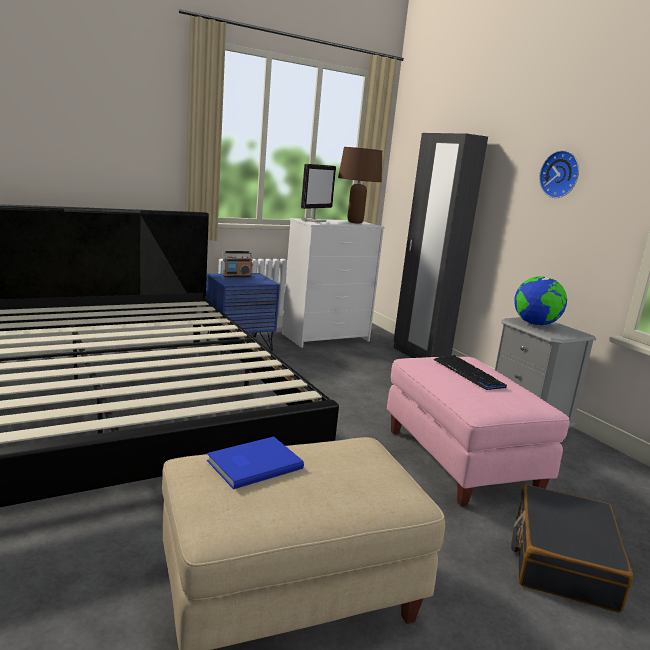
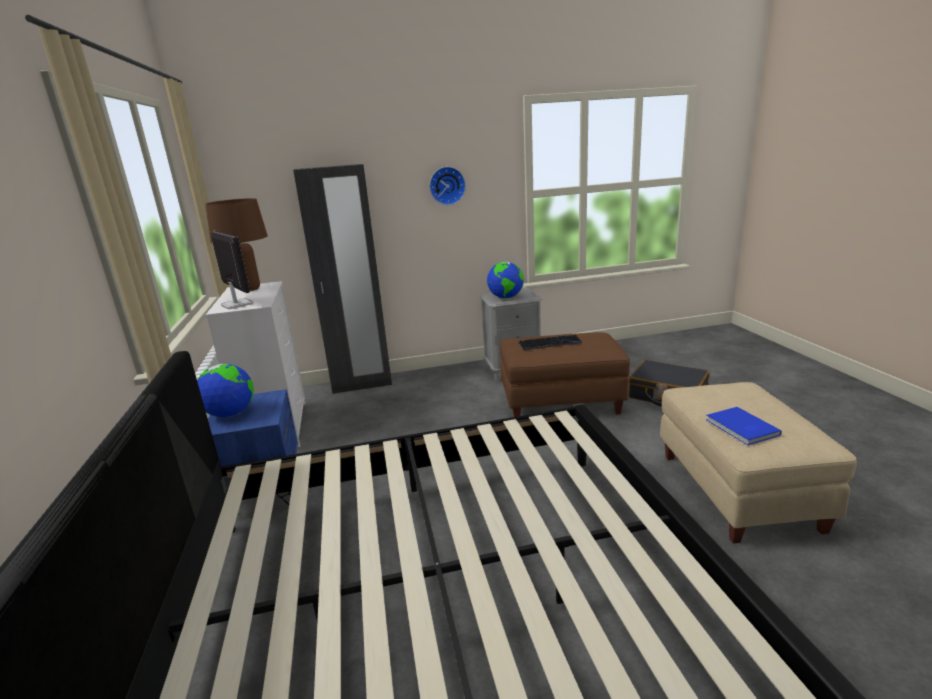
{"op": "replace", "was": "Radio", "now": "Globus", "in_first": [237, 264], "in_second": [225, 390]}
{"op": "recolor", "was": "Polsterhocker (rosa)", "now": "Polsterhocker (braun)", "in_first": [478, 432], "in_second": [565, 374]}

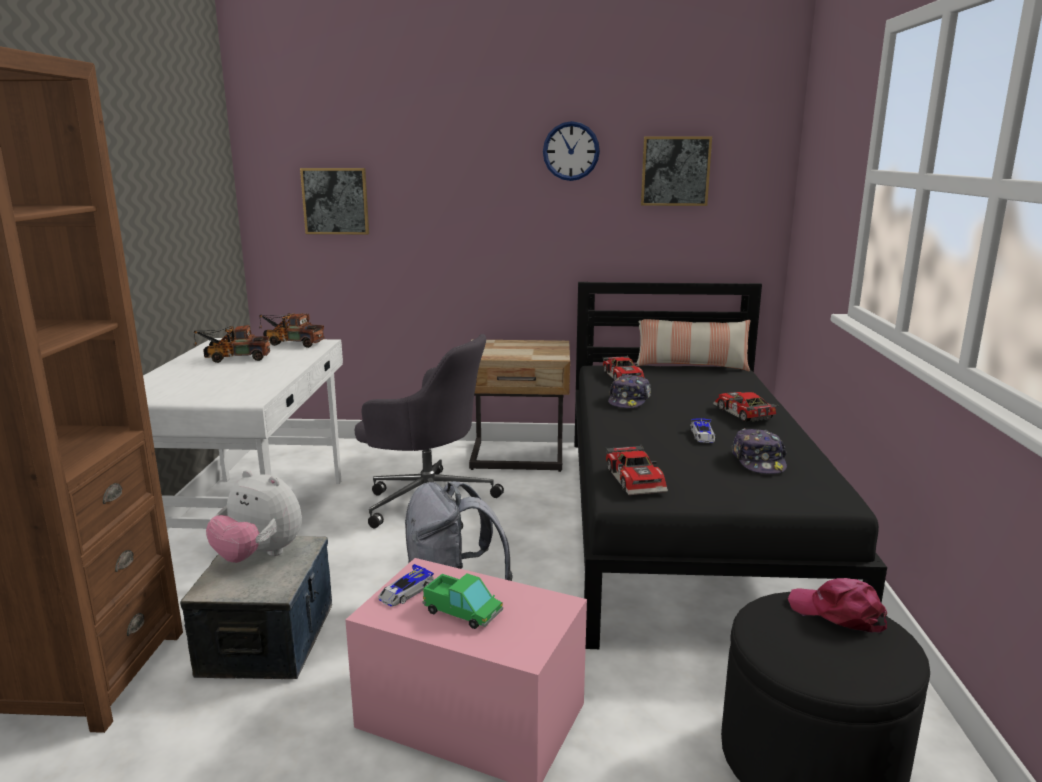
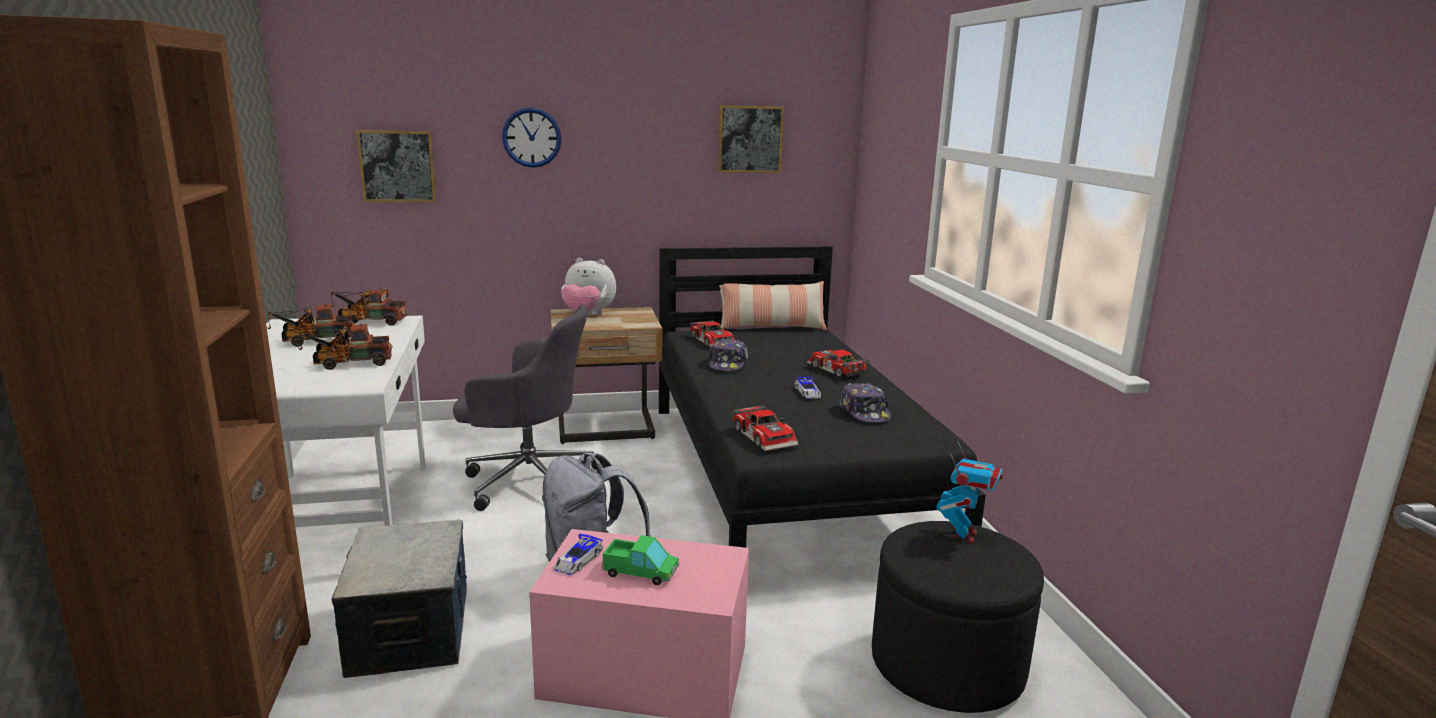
{"op": "insert", "now": "Spielzeuglaster", "in_second": [346, 347]}
{"op": "move", "was": "Plüschtier", "in_first": [254, 516], "in_second": [588, 286]}
{"op": "move", "was": "Wanduhr", "in_first": [571, 151], "in_second": [531, 138]}
{"op": "replace", "was": "Kappe (rosa)", "now": "Spielzeugroboter", "in_first": [837, 605], "in_second": [969, 492]}

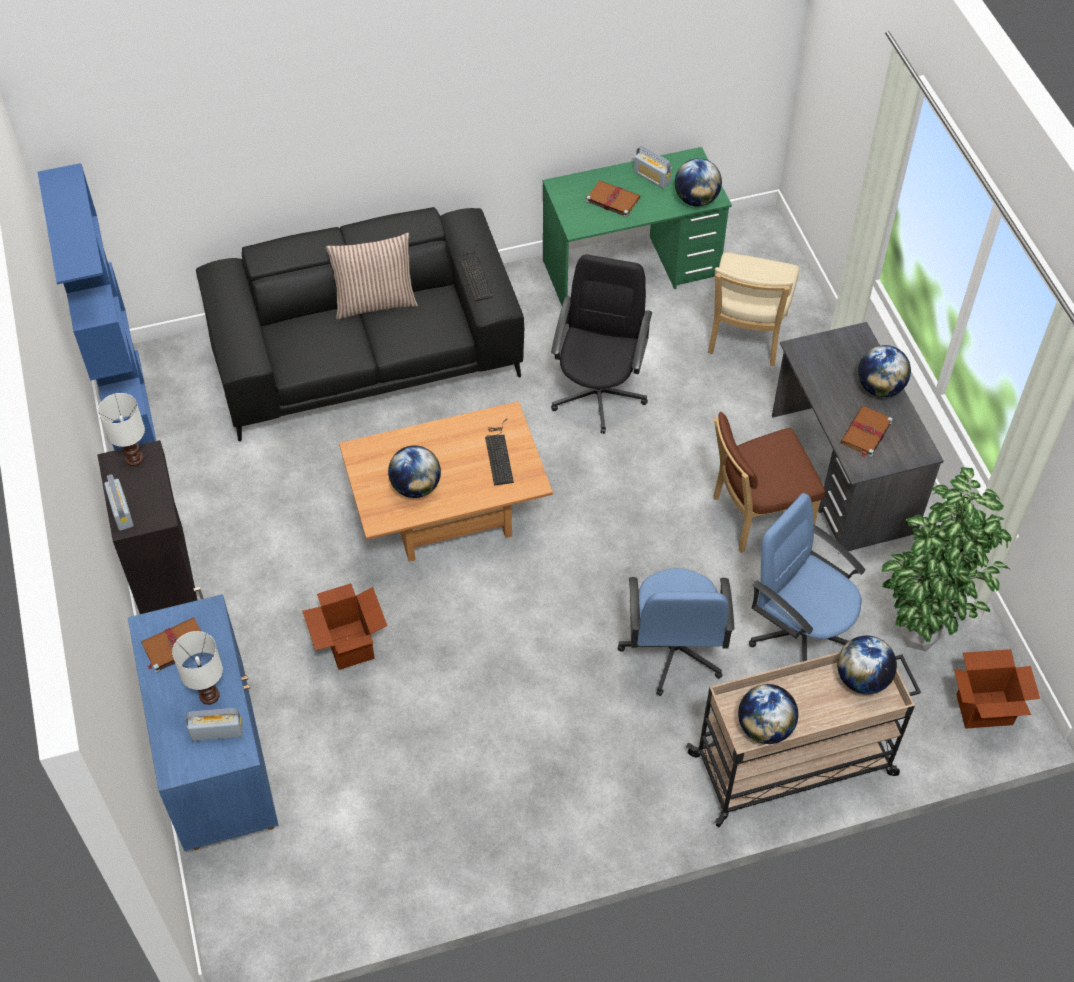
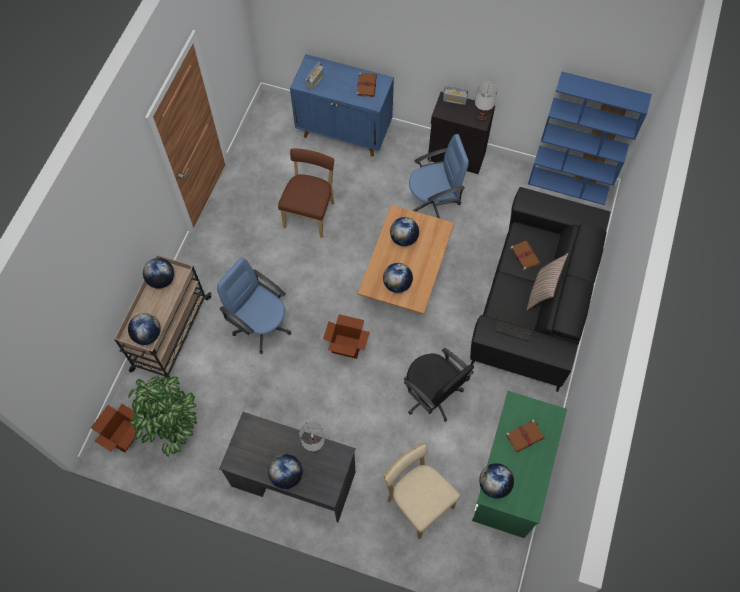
{"op": "delete", "was": "Radio", "in_first": [653, 167]}
{"op": "move", "was": "Tischlampe (weiß)", "in_first": [197, 668], "in_second": [312, 437]}
{"op": "move", "was": "Karton", "in_first": [344, 626], "in_second": [346, 336]}
{"op": "move", "was": "Stuhl (braun)", "in_first": [769, 482], "in_second": [306, 192]}
{"op": "move", "was": "Bürostuhl (blau)", "in_first": [807, 577], "in_second": [439, 176]}
{"op": "move", "was": "Buch (braun)", "in_first": [867, 431], "in_second": [525, 255]}
{"op": "replace", "was": "Tastatur", "now": "Globus", "in_first": [499, 452], "in_second": [398, 278]}

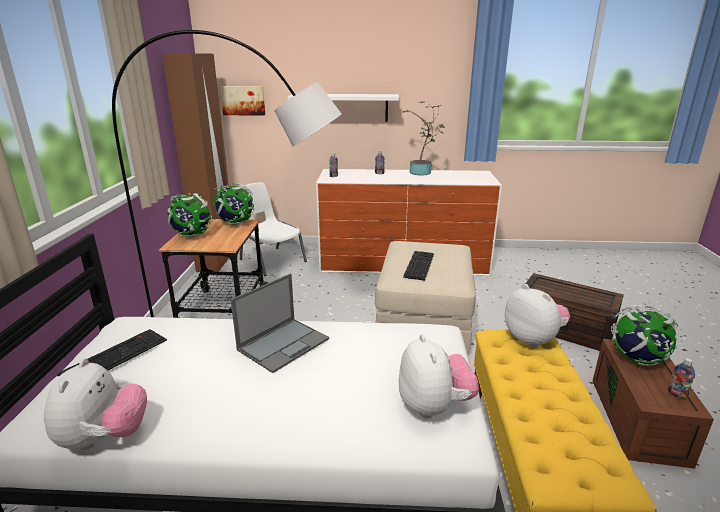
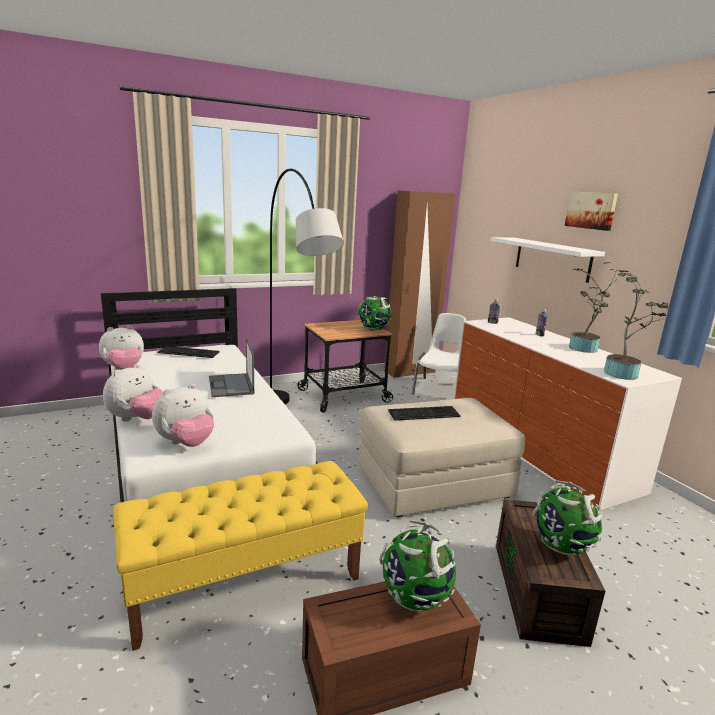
{"op": "delete", "was": "Flasche", "in_first": [681, 378]}
{"op": "insert", "now": "Topfpflanze", "in_second": [636, 326]}
{"op": "move", "was": "Globus", "in_first": [189, 215], "in_second": [567, 518]}
{"op": "move", "was": "Bild", "in_first": [242, 101], "in_second": [591, 211]}
{"op": "move", "was": "Plüschtier", "in_first": [537, 316], "in_second": [133, 393]}
{"op": "rotate", "was": "Laptop", "in_first": [280, 323], "in_second": [231, 367], "clockwise": 60}

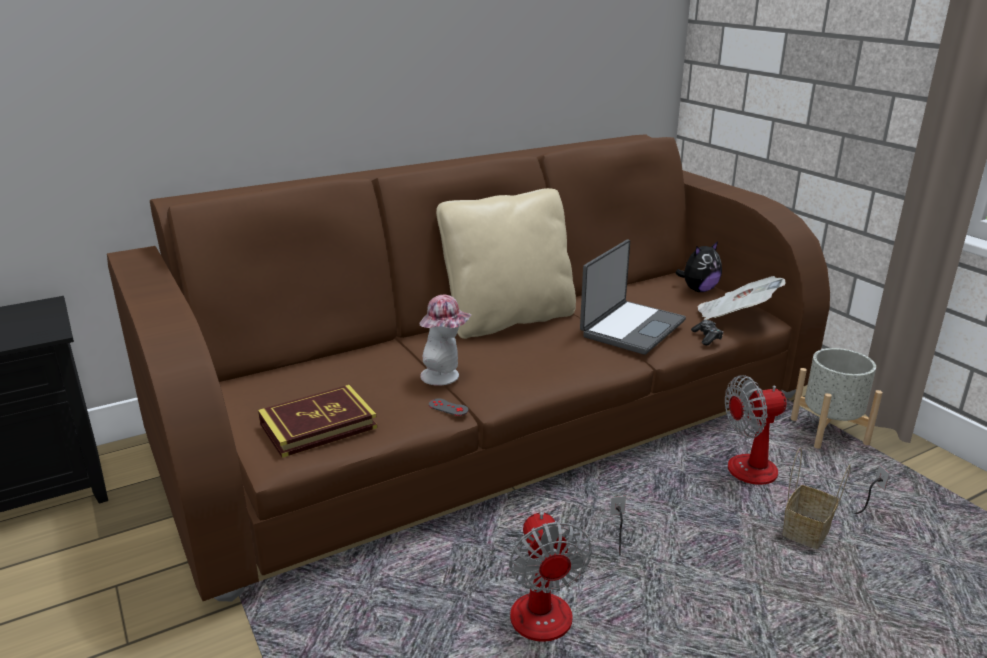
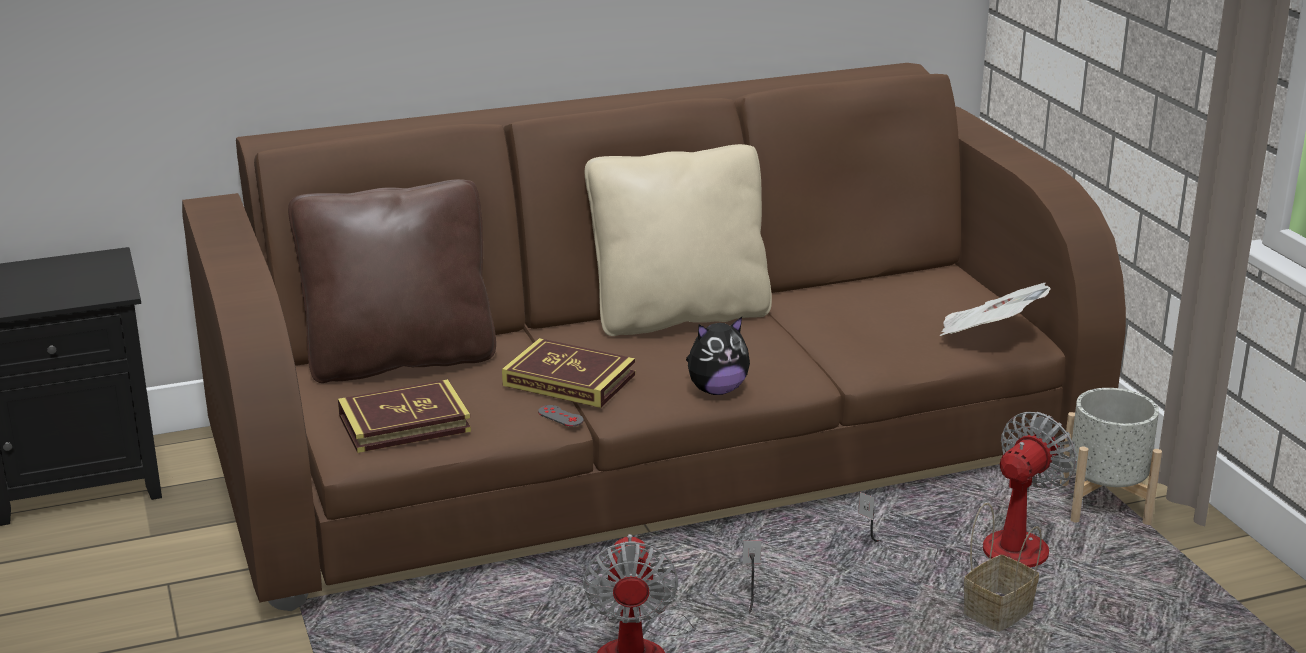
{"op": "delete", "was": "Laptop", "in_first": [633, 297]}
{"op": "delete", "was": "Gamepad", "in_first": [707, 332]}
{"op": "insert", "now": "Kissen (braun)", "in_second": [392, 281]}
{"op": "move", "was": "Plüschtier", "in_first": [699, 266], "in_second": [718, 356]}
{"op": "replace", "was": "Hut", "now": "Buch", "in_first": [446, 340], "in_second": [568, 373]}
{"op": "rotate", "was": "Ventilator", "in_first": [807, 444], "in_second": [967, 490], "clockwise": 135}

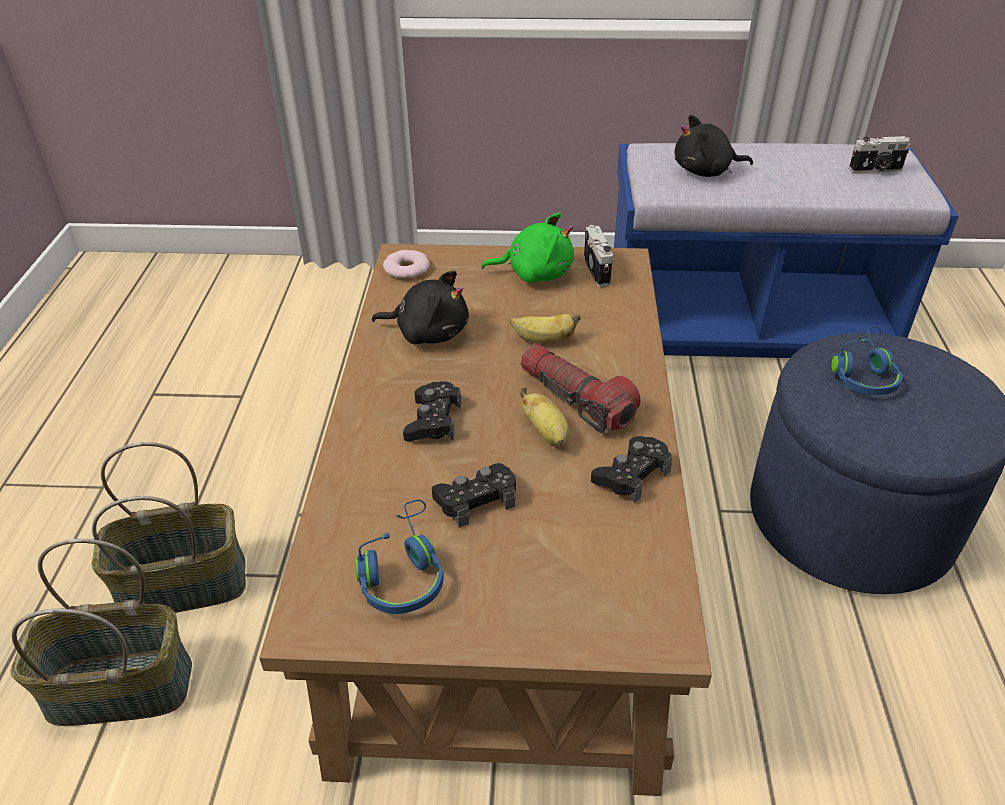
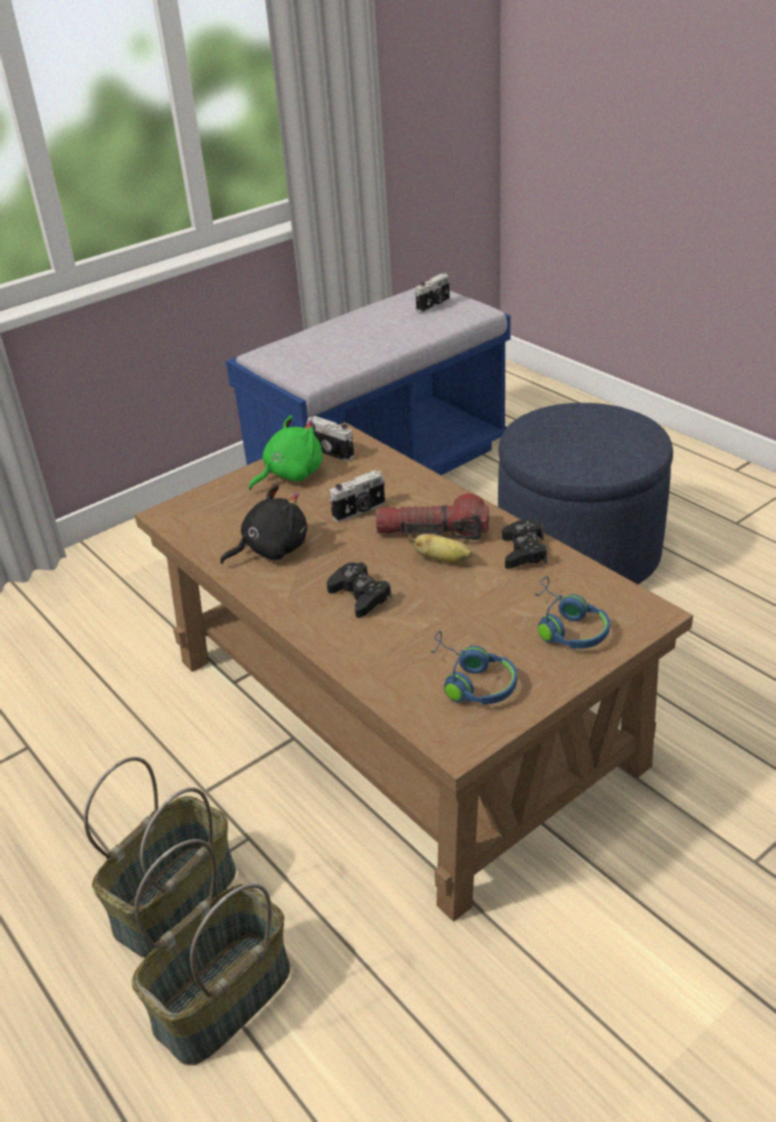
{"op": "delete", "was": "Donut", "in_first": [406, 264]}
{"op": "delete", "was": "Gamepad (schwarz)", "in_first": [474, 495]}
{"op": "delete", "was": "Plüschtier (schwarz)", "in_first": [714, 146]}
{"op": "move", "was": "Kopfhörer (blau)", "in_first": [867, 361], "in_second": [572, 612]}
{"op": "replace", "was": "Banane", "now": "Kamera", "in_first": [545, 328], "in_second": [357, 496]}

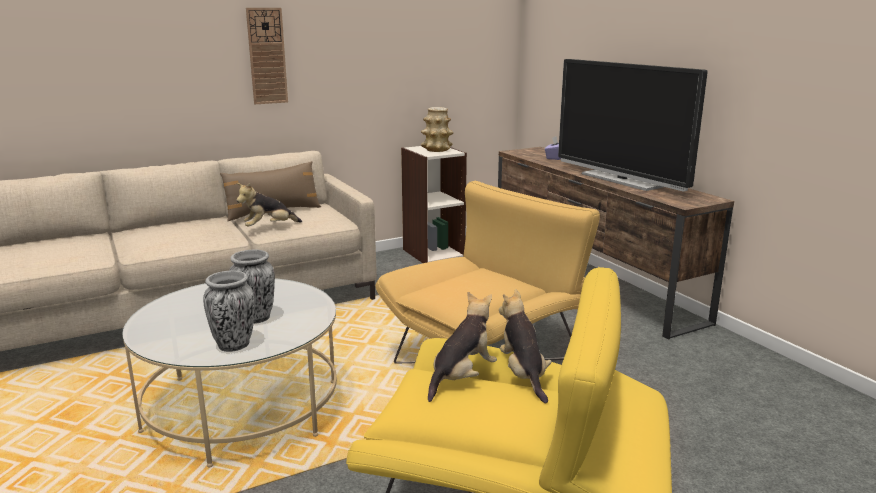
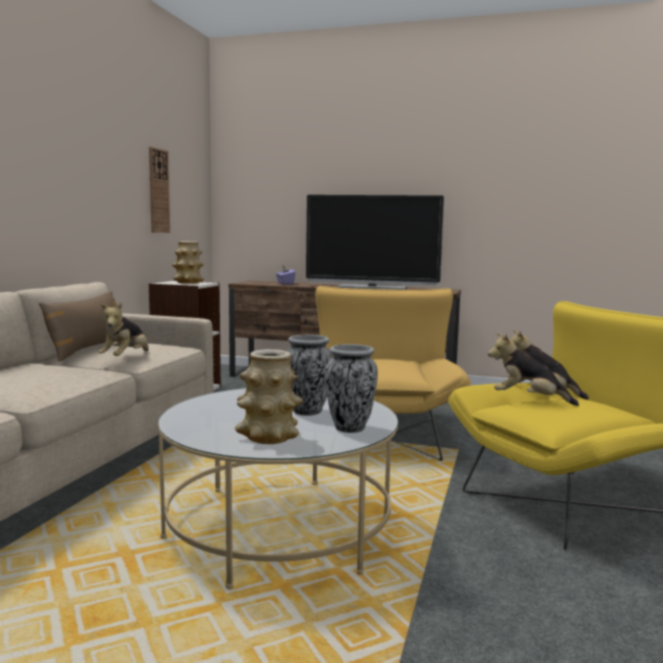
{"op": "insert", "now": "Vase", "in_second": [269, 396]}
{"op": "move", "was": "Wanduhr", "in_first": [267, 56], "in_second": [159, 190]}
{"op": "rotate", "was": "Plüschtier", "in_first": [462, 347], "in_second": [533, 369], "clockwise": -60}

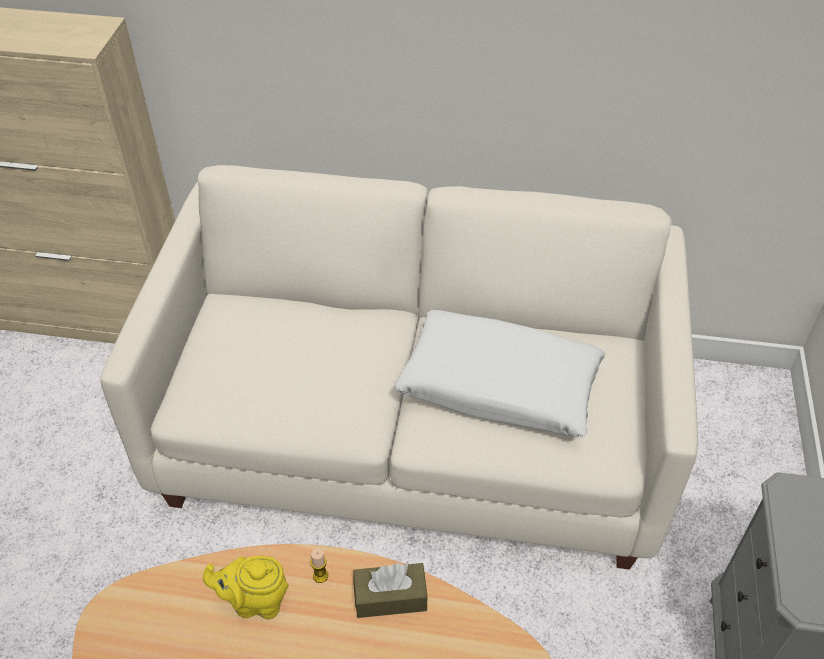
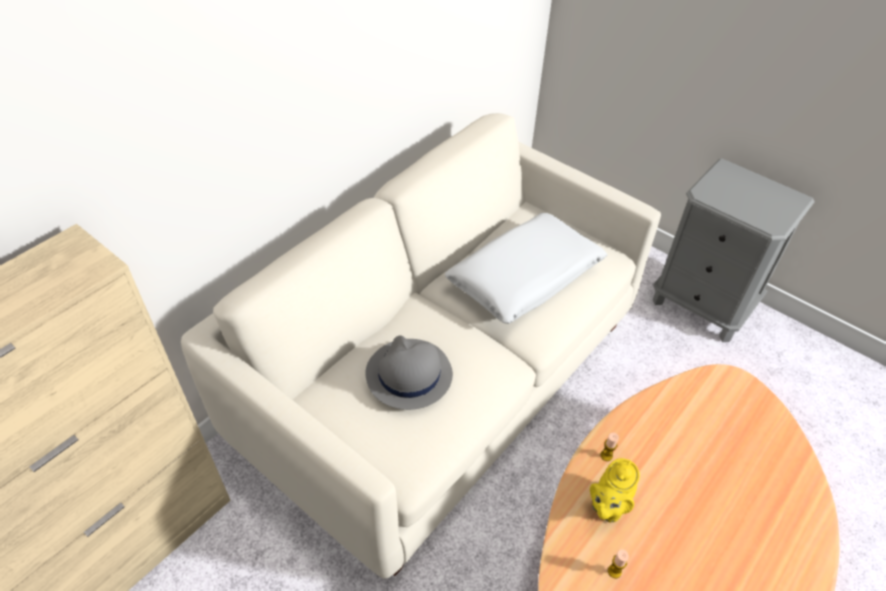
{"op": "delete", "was": "Taschentuchbox (braun)", "in_first": [390, 590]}
{"op": "insert", "now": "Hut (grau)", "in_second": [409, 372]}
{"op": "insert", "now": "Kerze", "in_second": [618, 564]}

